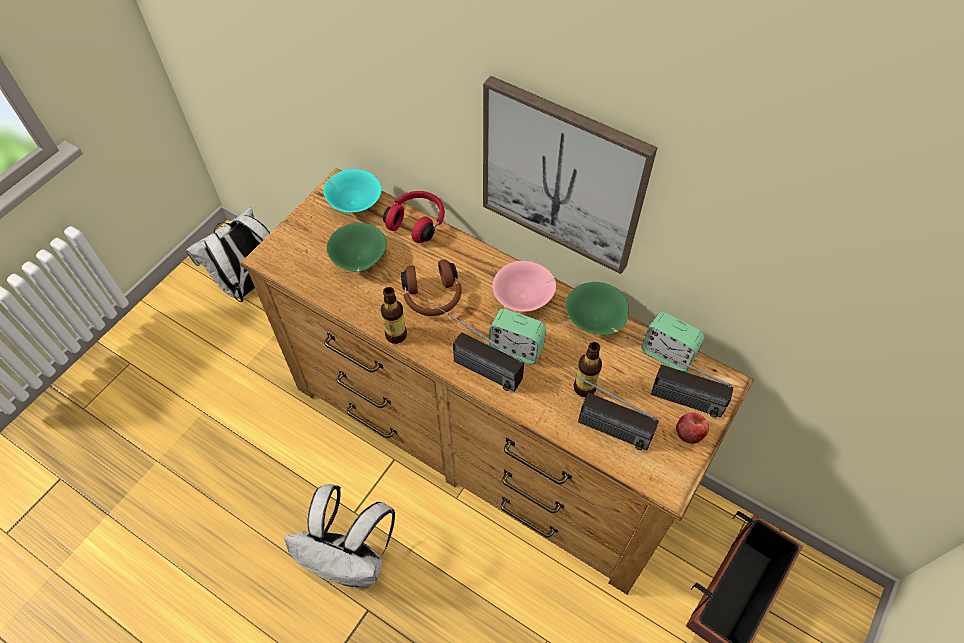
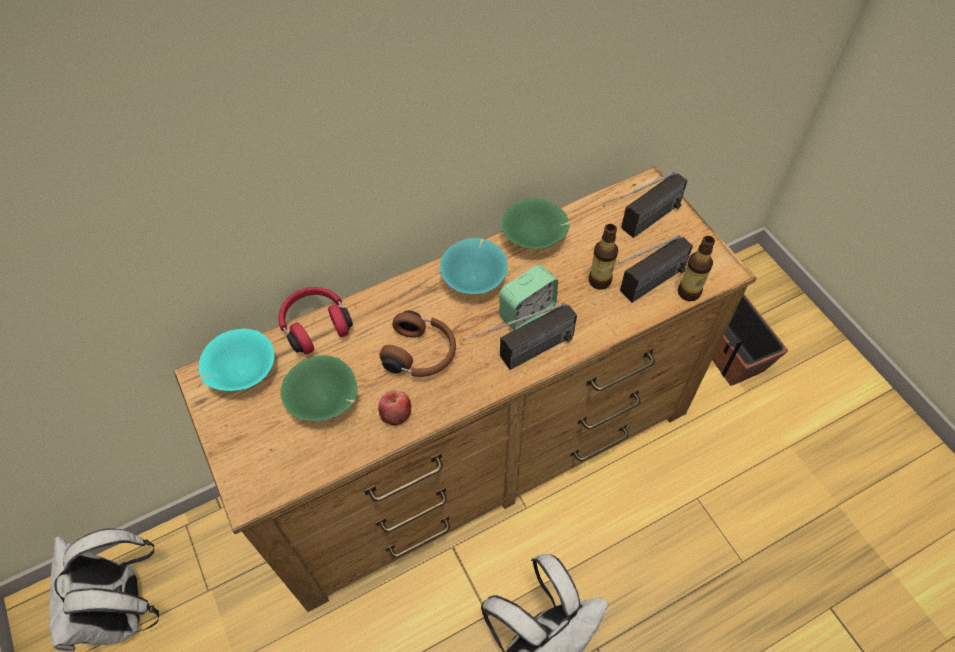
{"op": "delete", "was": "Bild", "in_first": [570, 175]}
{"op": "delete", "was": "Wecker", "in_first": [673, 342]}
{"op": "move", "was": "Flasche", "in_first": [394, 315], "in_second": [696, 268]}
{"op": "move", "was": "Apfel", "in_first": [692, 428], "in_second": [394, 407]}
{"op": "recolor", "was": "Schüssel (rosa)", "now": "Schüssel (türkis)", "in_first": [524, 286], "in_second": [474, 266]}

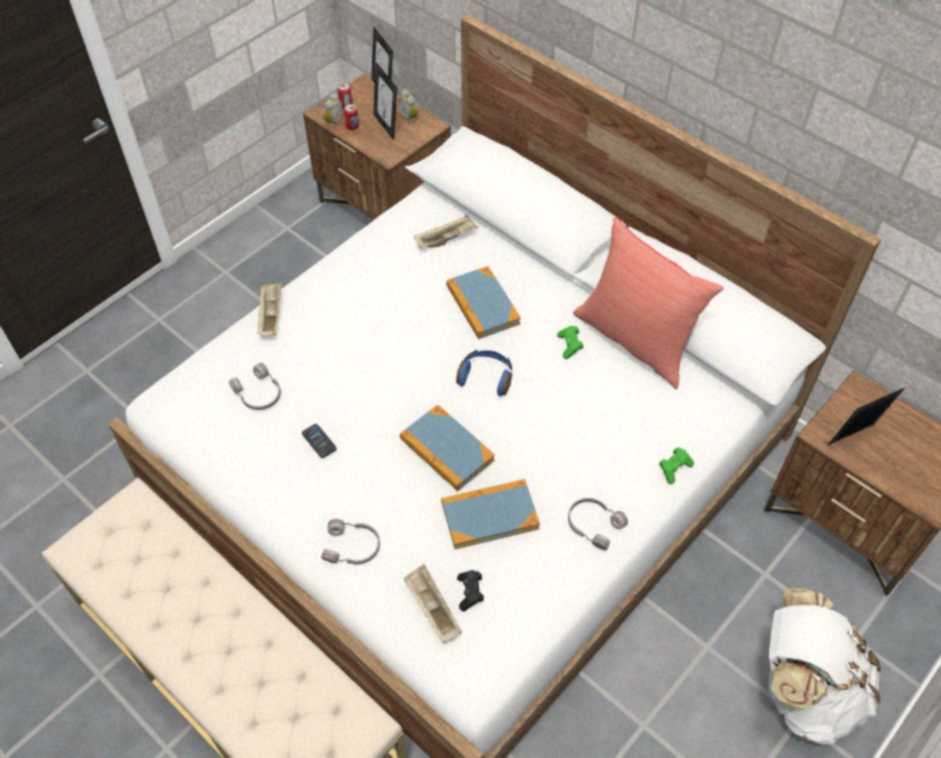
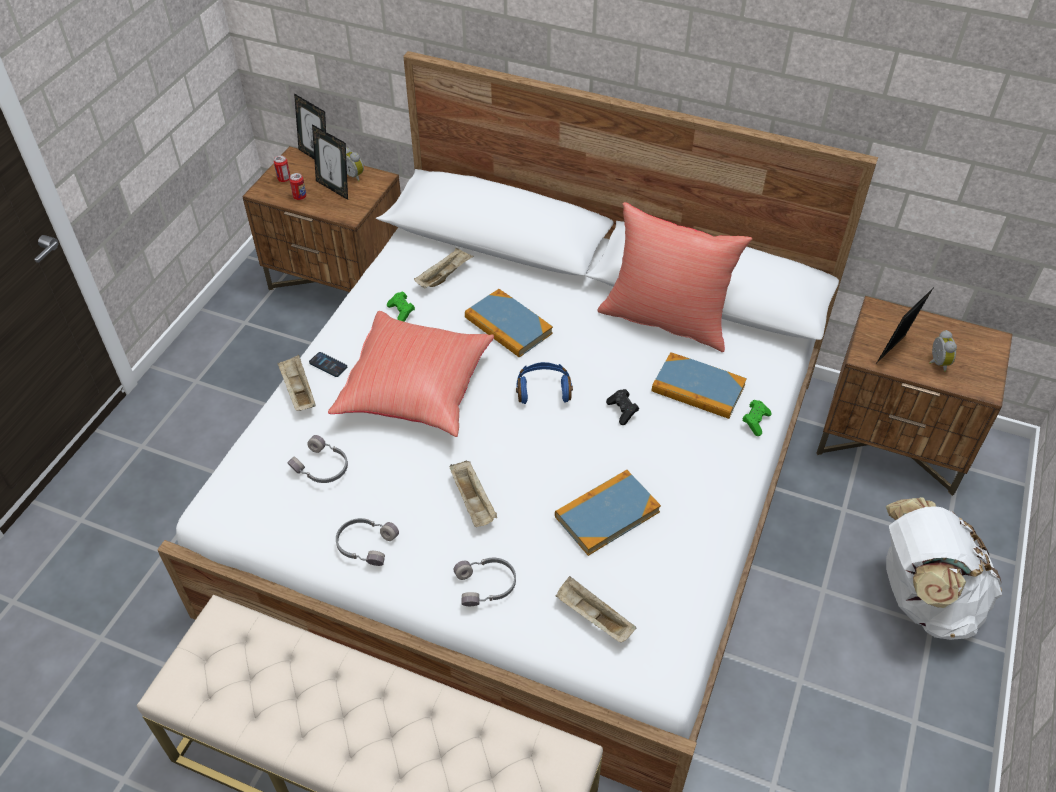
{"op": "insert", "now": "Kissen (rot)", "in_second": [411, 374]}
{"op": "insert", "now": "Tablett (beige)", "in_second": [473, 493]}
{"op": "move", "was": "Handy", "in_first": [319, 441], "in_second": [328, 364]}
{"op": "move", "was": "Wecker", "in_first": [333, 111], "in_second": [943, 351]}
{"op": "move", "was": "Buch", "in_first": [447, 448], "in_second": [699, 385]}
{"op": "move", "was": "Gamepad (schwarz)", "in_first": [470, 590], "in_second": [622, 407]}
{"op": "move", "was": "Gamepad (grün)", "in_first": [570, 342], "in_second": [401, 306]}
{"op": "move", "was": "Kopfhörer (grau)", "in_first": [598, 524], "in_second": [367, 542]}

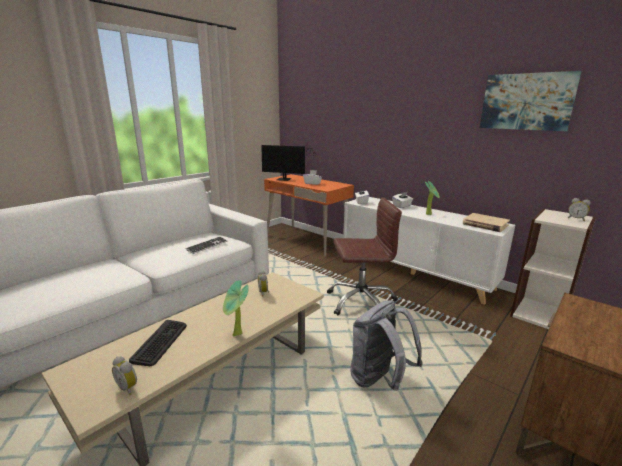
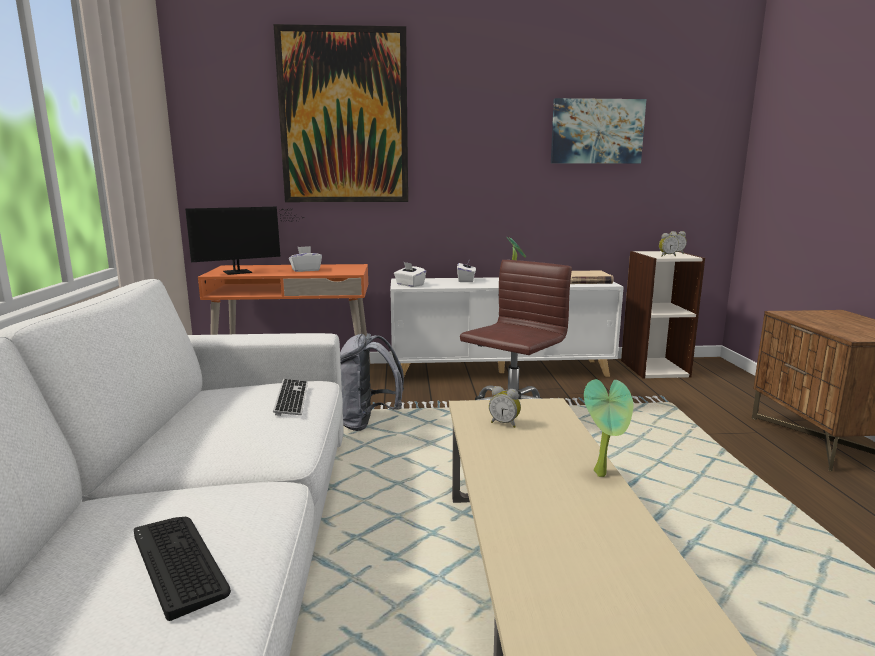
{"op": "insert", "now": "Bild", "in_second": [341, 113]}
{"op": "move", "was": "Wecker", "in_first": [124, 375], "in_second": [669, 244]}
{"op": "move", "was": "Tastatur", "in_first": [158, 343], "in_second": [182, 569]}
{"op": "move", "was": "Rucksack (grau)", "in_first": [386, 345], "in_second": [372, 382]}

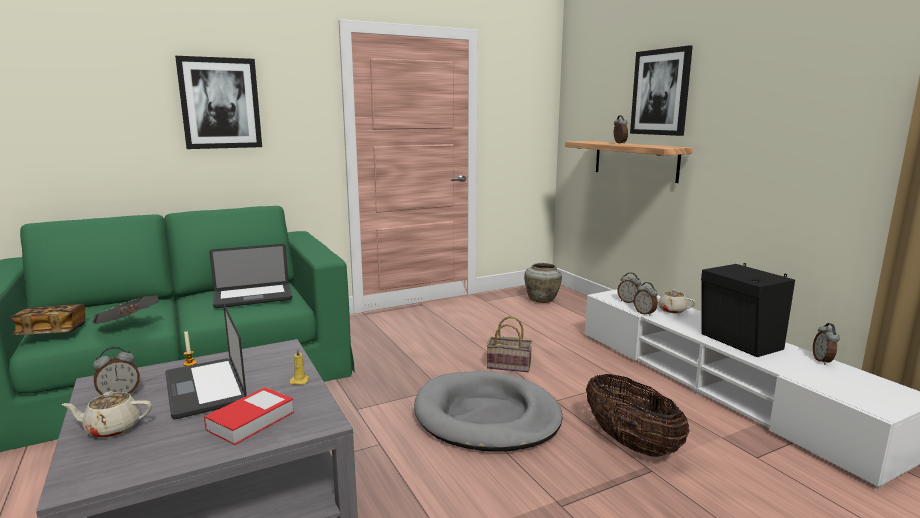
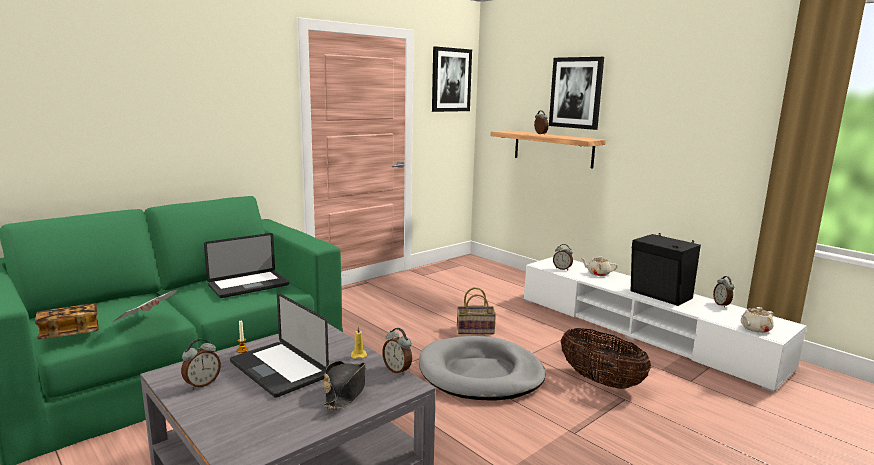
{"op": "delete", "was": "Vase (beige)", "in_first": [543, 283]}
{"op": "move", "was": "Teekanne (beige)", "in_first": [107, 414], "in_second": [757, 320]}
{"op": "move", "was": "Bild", "in_first": [218, 102], "in_second": [452, 79]}
{"op": "move", "was": "Wecker", "in_first": [646, 299], "in_second": [397, 351]}
{"op": "replace", "was": "Buch", "now": "Hut (schwarz)", "in_first": [249, 416], "in_second": [344, 385]}

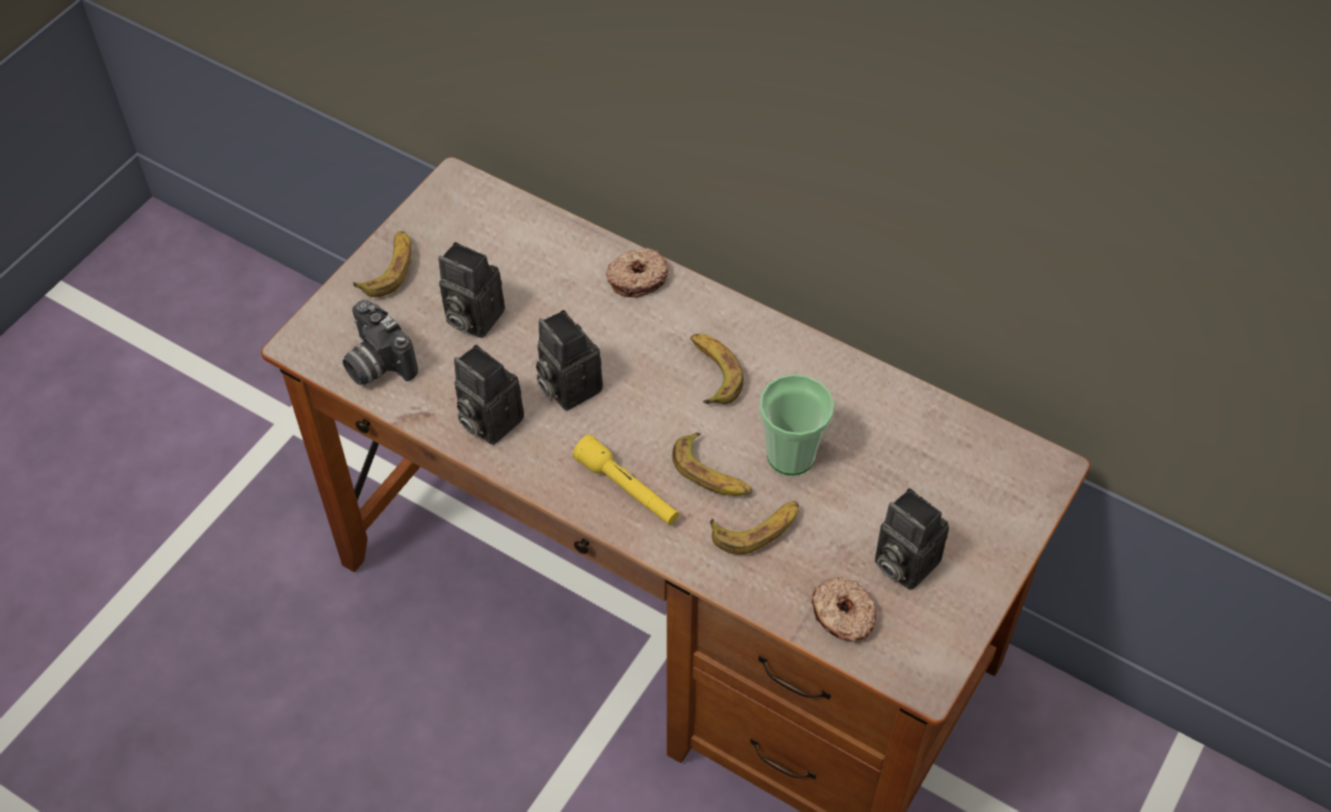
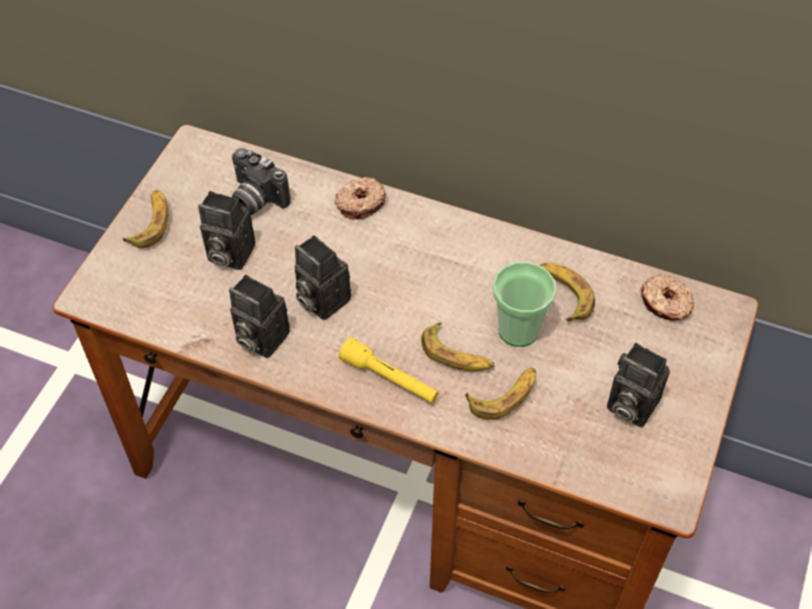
{"op": "move", "was": "Kamera", "in_first": [380, 342], "in_second": [261, 181]}
{"op": "move", "was": "Banane", "in_first": [717, 369], "in_second": [567, 292]}
{"op": "move", "was": "Donut", "in_first": [844, 609], "in_second": [667, 297]}

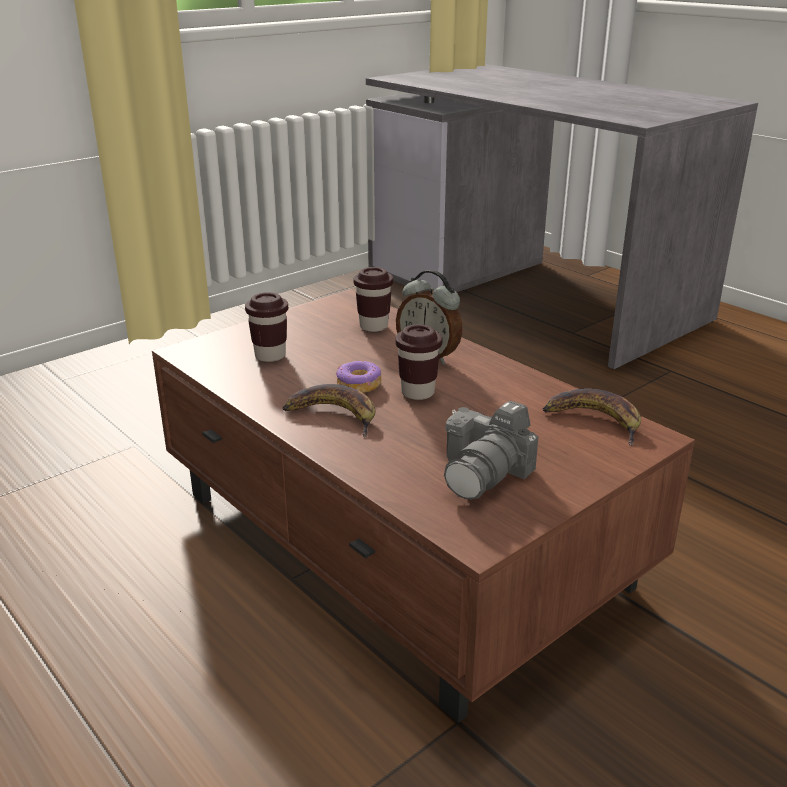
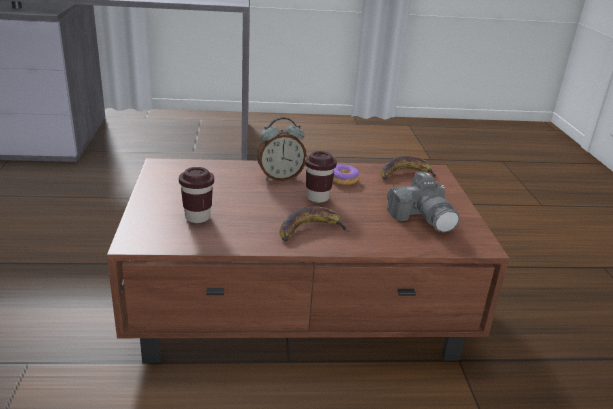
{"op": "delete", "was": "Tasse (braun)", "in_first": [373, 299]}
{"op": "move", "was": "Donut", "in_first": [358, 377], "in_second": [346, 174]}

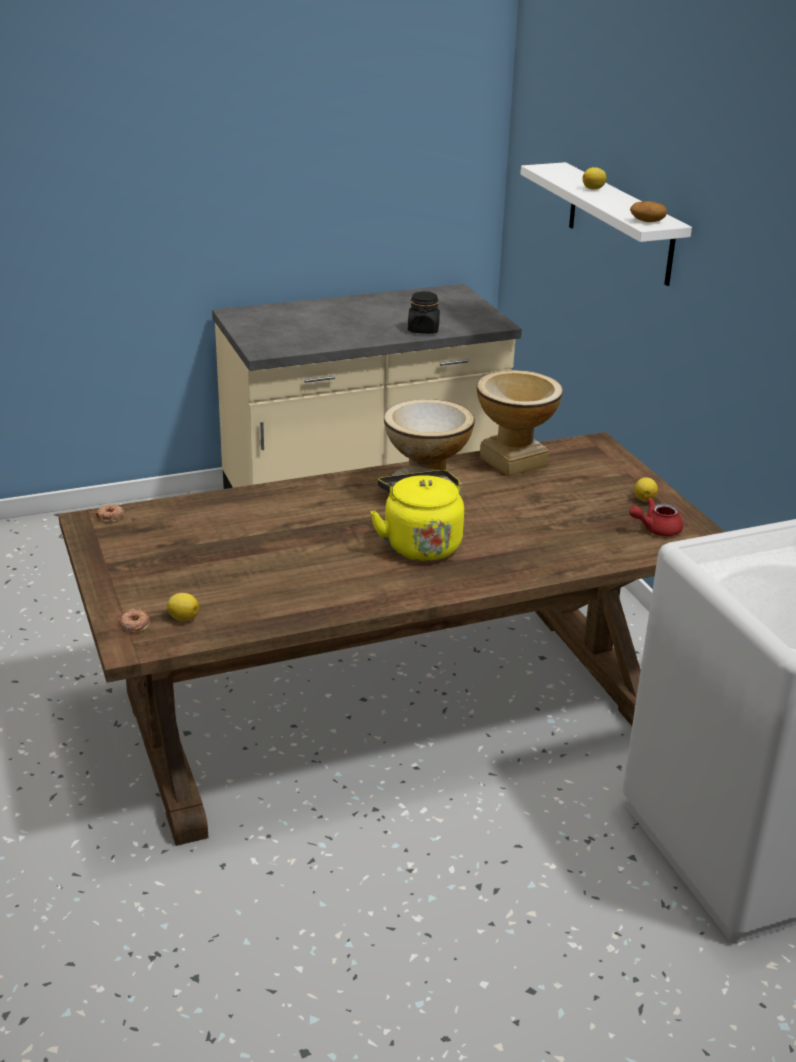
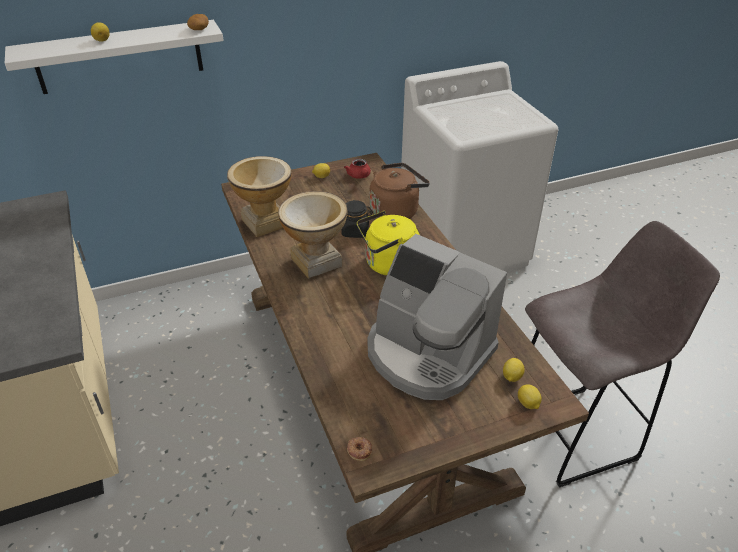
{"op": "insert", "now": "Kaffeemaschine", "in_second": [437, 317]}
{"op": "insert", "now": "Wasserkessel (braun)", "in_second": [400, 191]}
{"op": "insert", "now": "Hocker (grau)", "in_second": [622, 354]}
{"op": "move", "was": "Vorratsglas (schwarz)", "in_first": [424, 312], "in_second": [357, 219]}
{"op": "replace", "was": "Donut", "now": "Zitrone", "in_first": [134, 621], "in_second": [530, 396]}

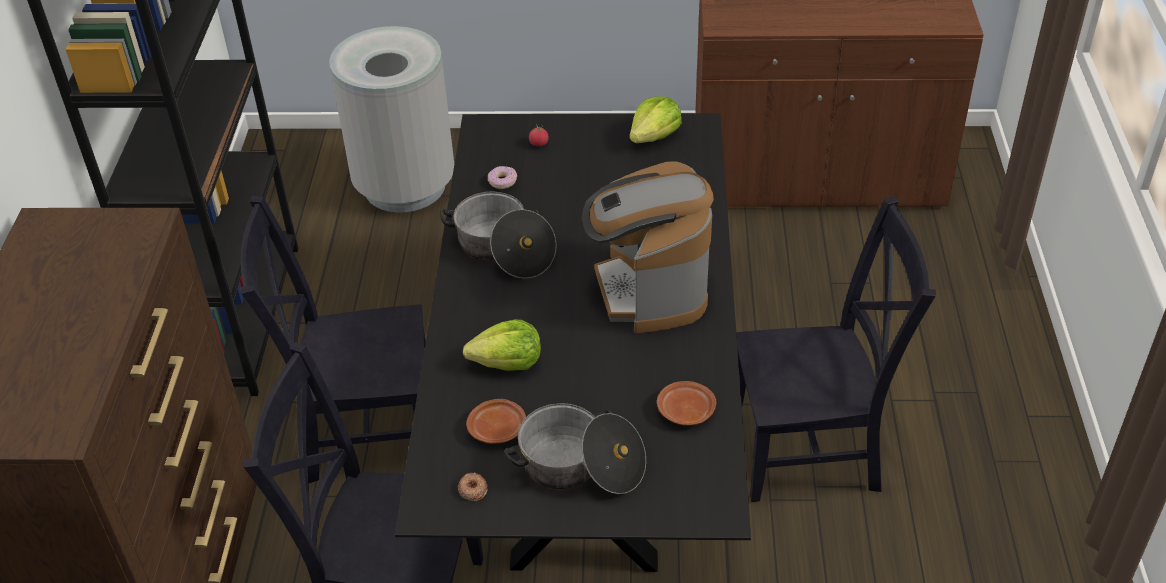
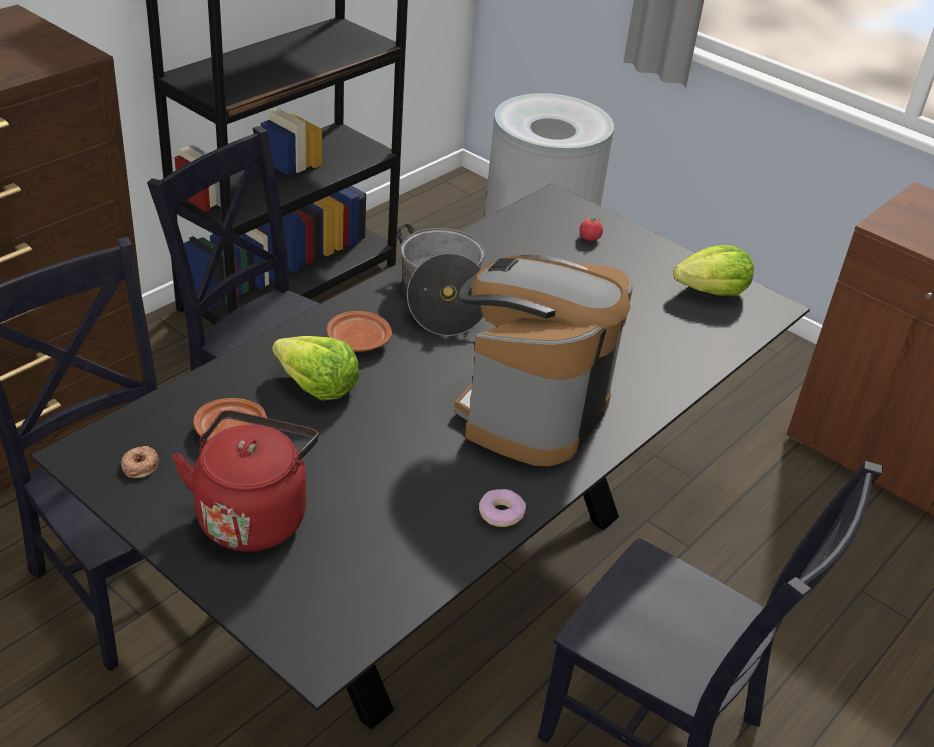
{"op": "move", "was": "Donut", "in_first": [502, 177], "in_second": [502, 508]}
{"op": "move", "was": "Teller (braun)", "in_first": [686, 403], "in_second": [359, 331]}
{"op": "replace", "was": "Kochtopf", "now": "Wasserkessel (rot)", "in_first": [575, 448], "in_second": [245, 481]}

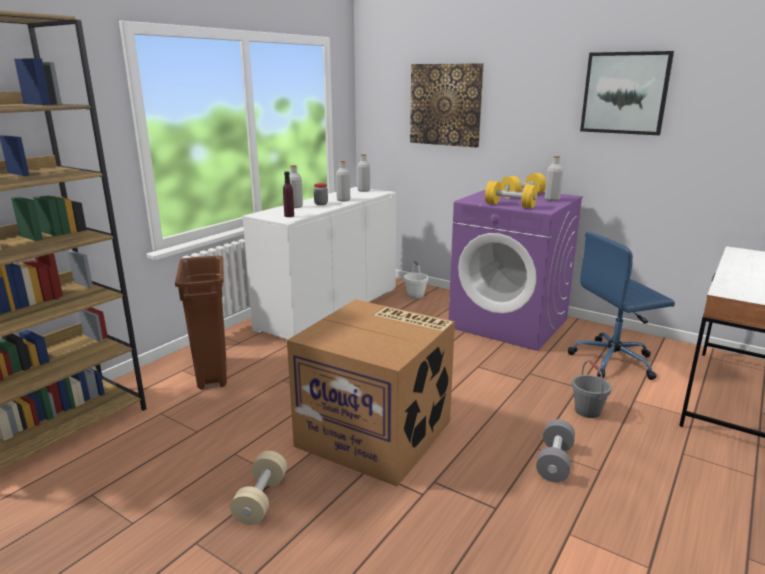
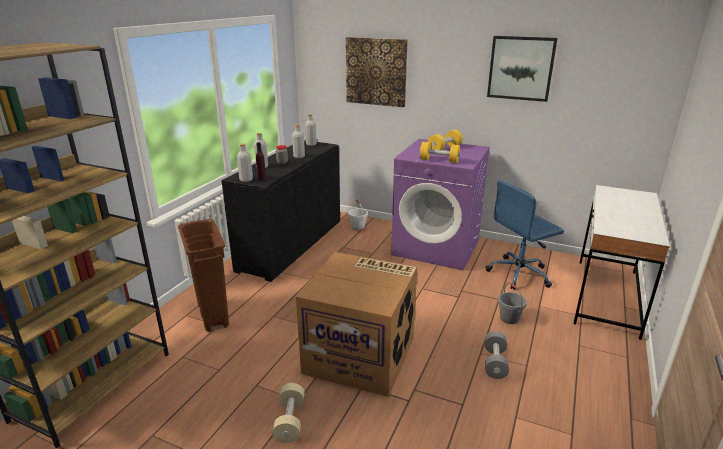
{"op": "move", "was": "Flasche (grau)", "in_first": [554, 178], "in_second": [245, 162]}
{"op": "recolor", "was": "Schrank (weiß)", "now": "Schrank (schwarz)", "in_first": [319, 264], "in_second": [280, 211]}

